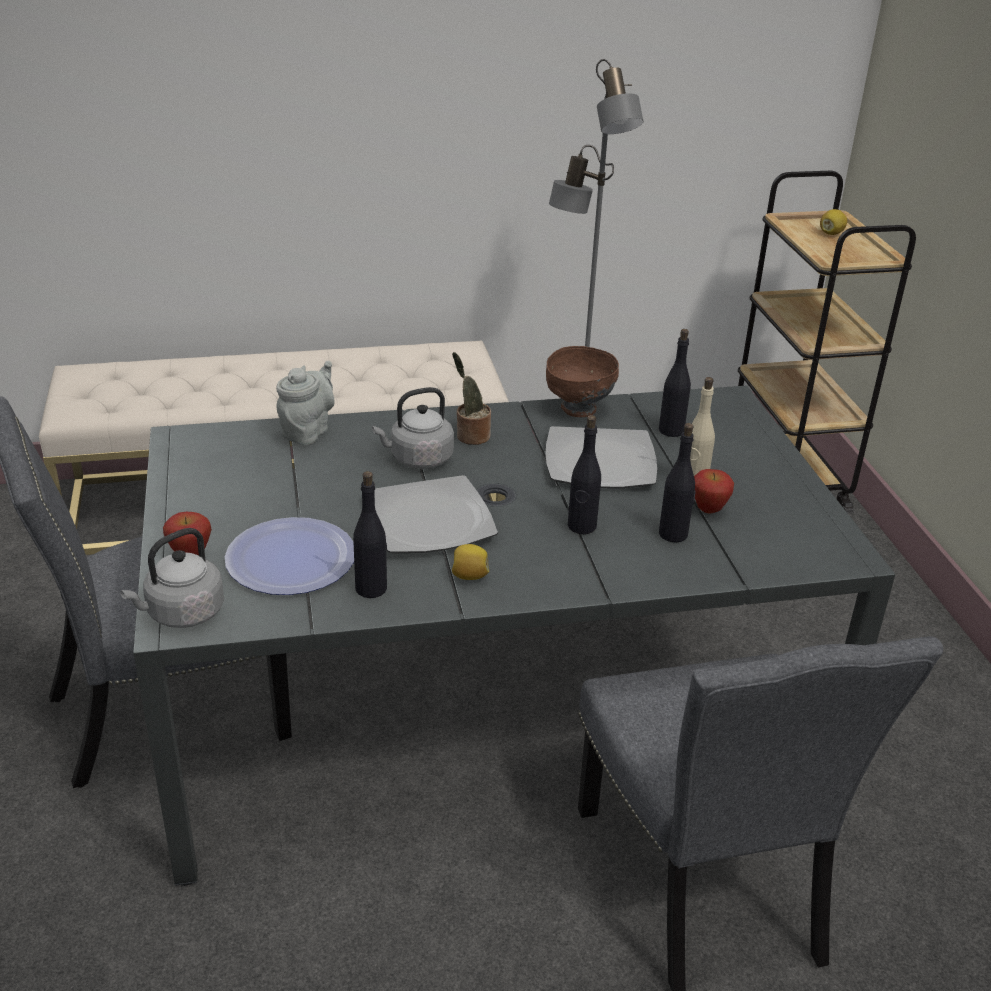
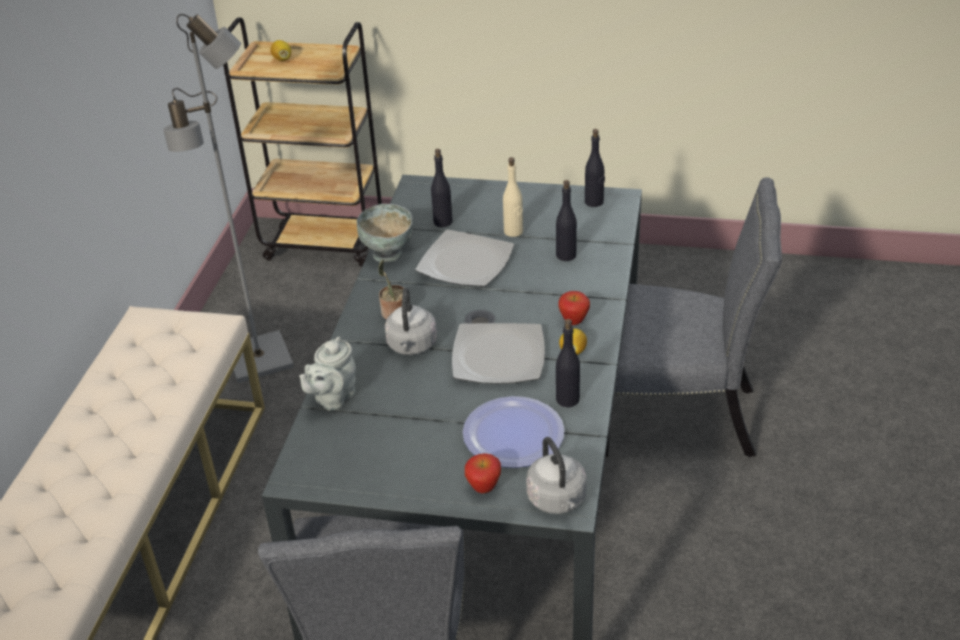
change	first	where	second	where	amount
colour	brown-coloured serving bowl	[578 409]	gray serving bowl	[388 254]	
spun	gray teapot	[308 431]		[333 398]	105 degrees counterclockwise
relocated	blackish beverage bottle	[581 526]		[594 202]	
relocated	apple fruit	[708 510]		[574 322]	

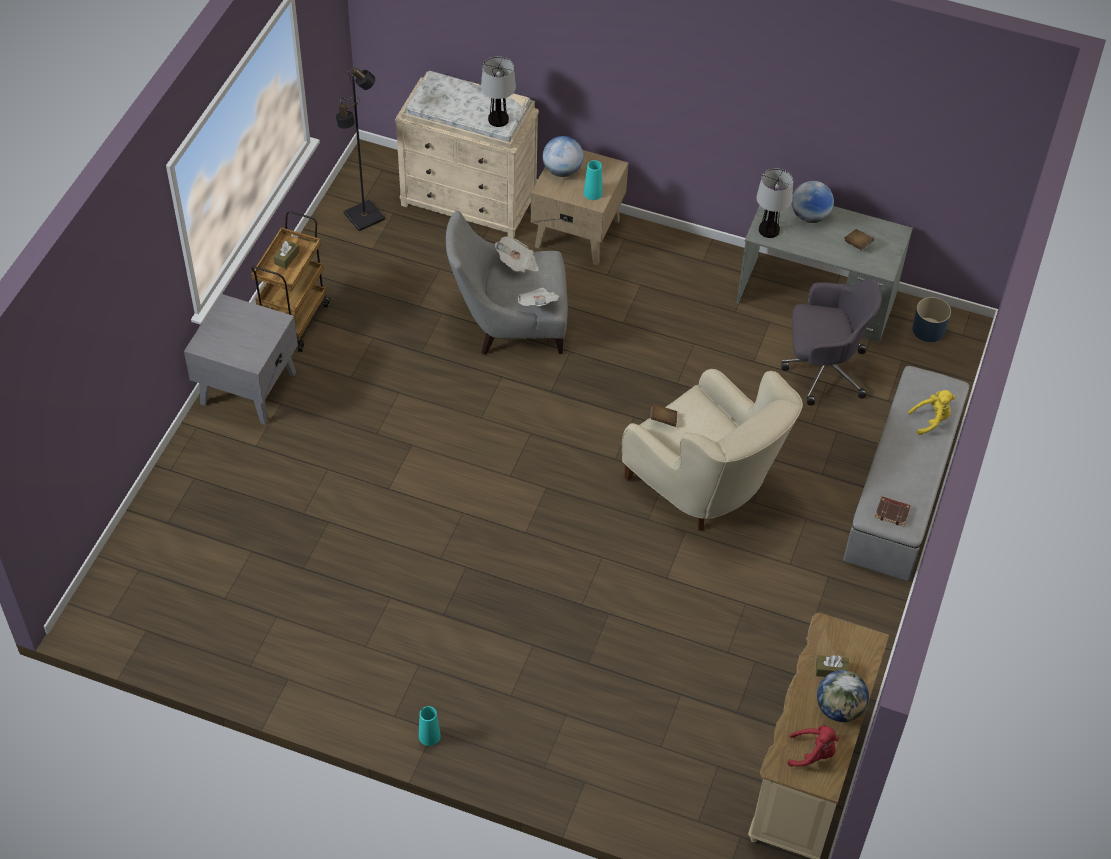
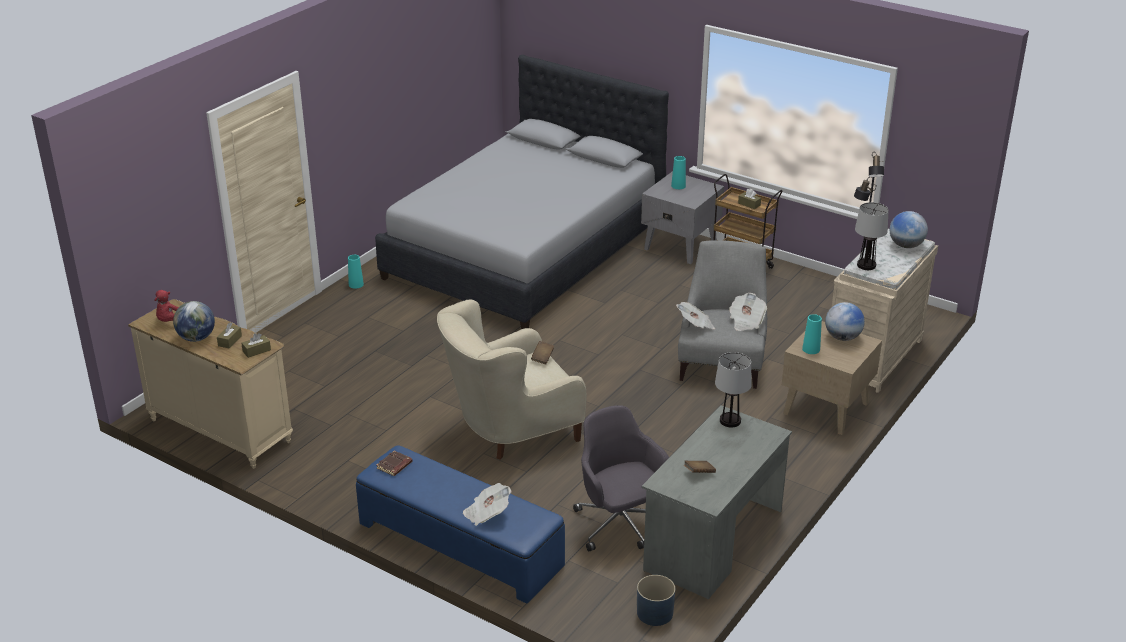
change	first	where	second	where	amount
relocated	world globe	[809 216]		[906 245]	
spun	gray desk chair	[822 369]		[620 525]	135 degrees clockwise
colour	gray indoor bench	[902 489]	blue indoor bench	[459 544]	
exchanged	yellowish cuddly toy	[931 420]	newspaper	[487 514]	
appeared			gray bed	[526 251]	
appeared			blue-green decorative vase	[678 186]	
appeared			brown-coloured tissue box	[256 351]	

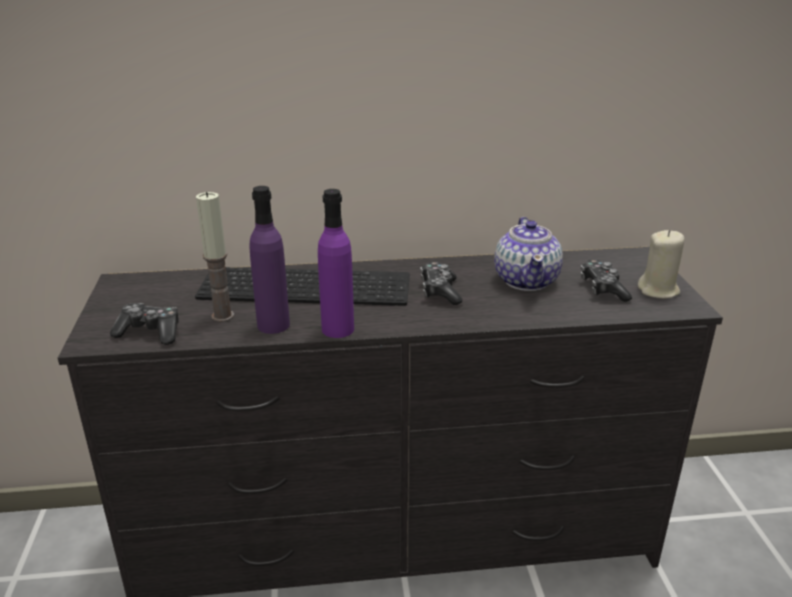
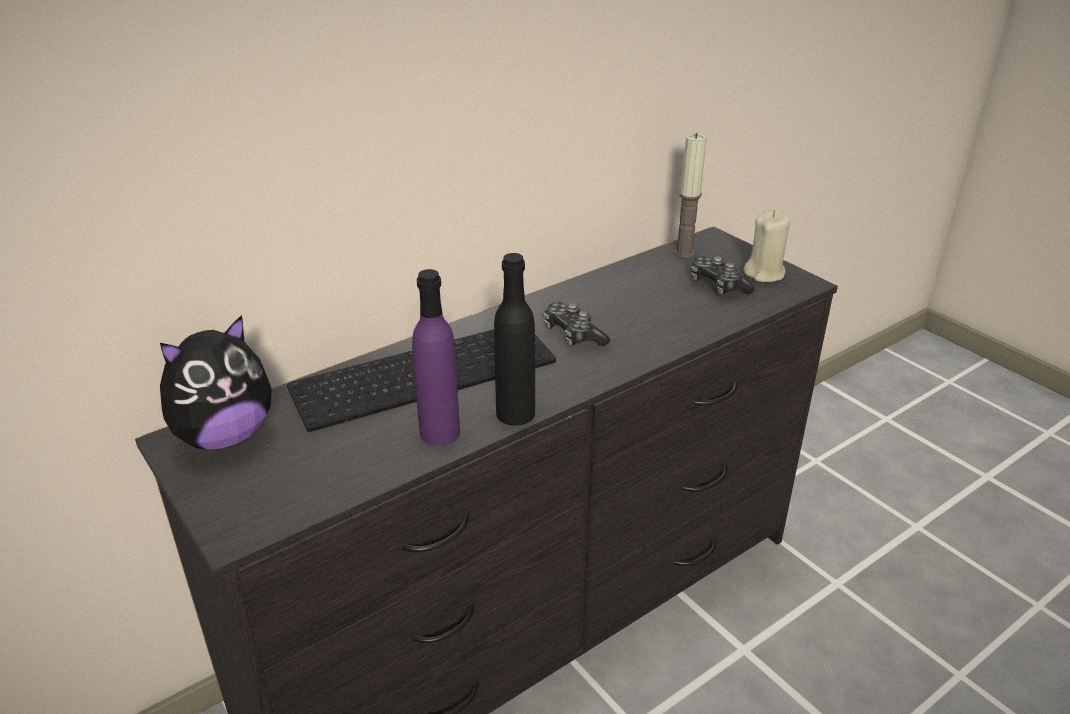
change	first	where	second	where	amount
colour	purplish beverage bottle	[338 329]	blackish beverage bottle	[515 413]	
relocated	wax light	[223 316]		[684 252]	
missing	teapot	[526 280]			
missing	game controller	[150 332]			
appeared			cuddly toy	[224 436]	

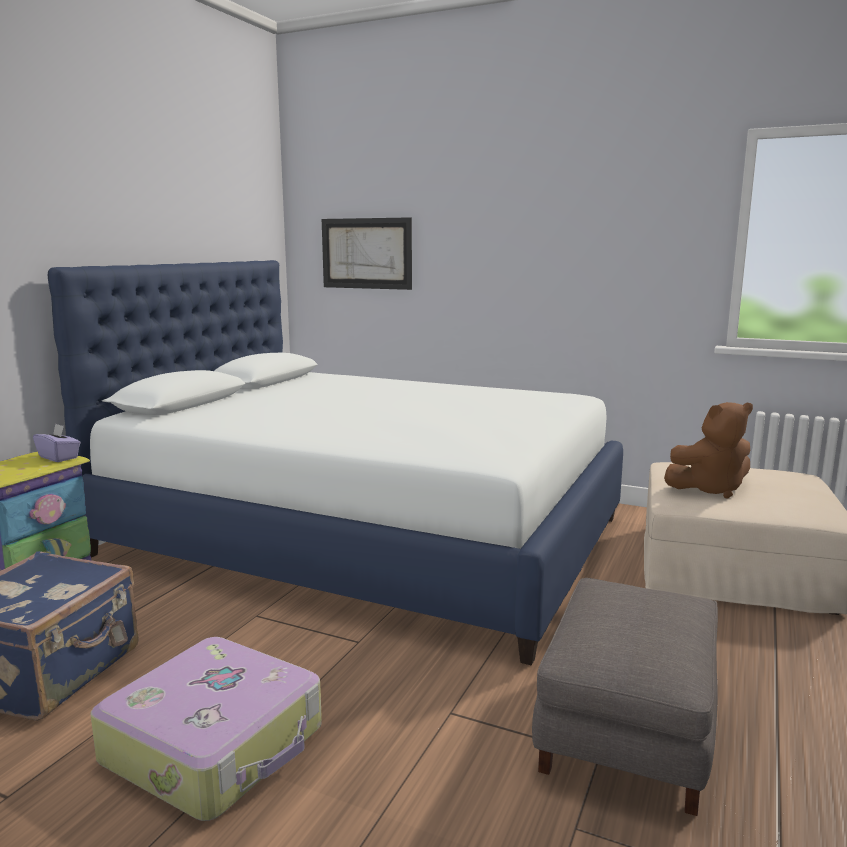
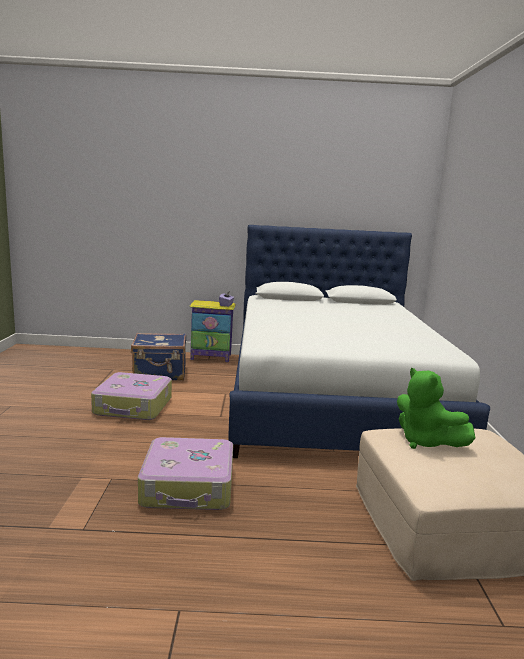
change	first	where	second	where	amount
missing	wall art	[366 253]			
colour	brown-coloured cuddly toy	[710 489]	green cuddly toy	[425 442]	
exchanged	gray footrest	[626 729]	piece of luggage	[189 487]	

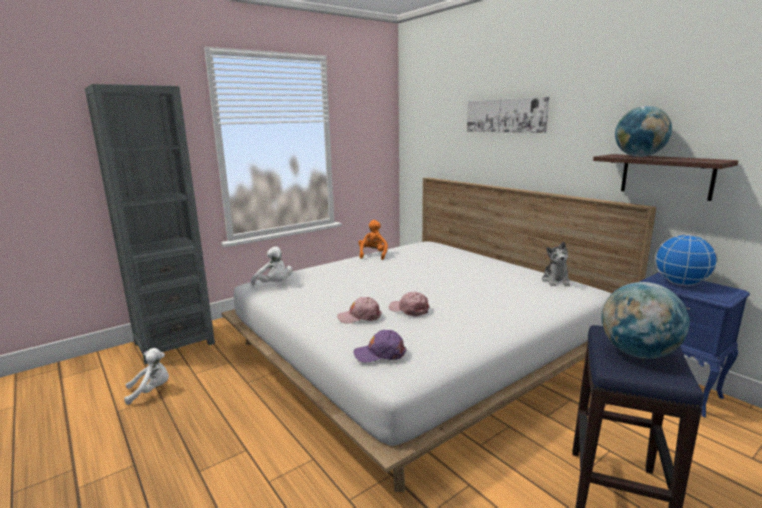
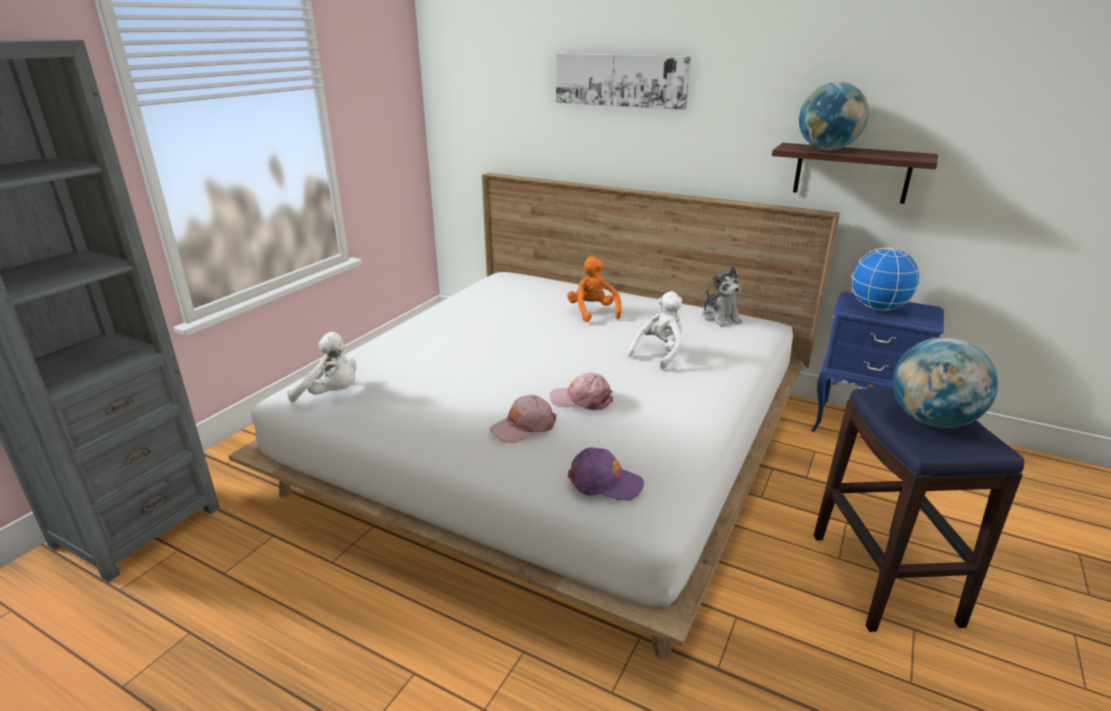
change	first	where	second	where	amount
relocated	orangey cuddly toy	[373 255]		[593 312]	
spun	purplish cap	[380 353]		[604 482]	135 degrees counterclockwise
relocated	whitish cuddly toy	[151 391]		[659 353]	

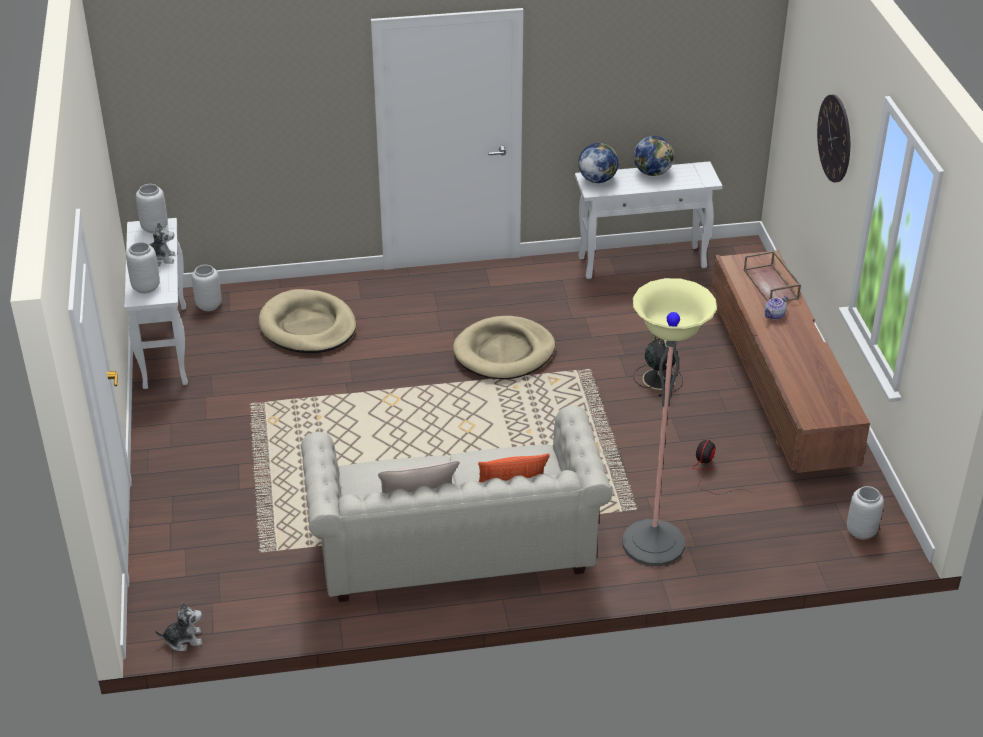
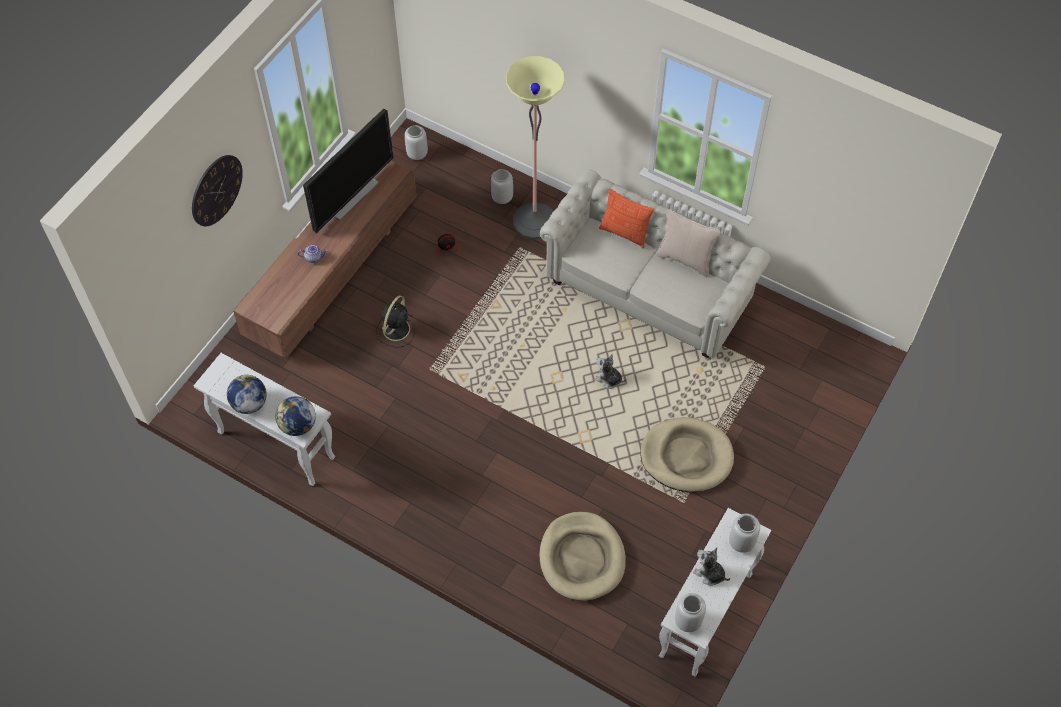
change	first	where	second	where	amount
missing	brown-coloured carrying tray	[771 284]			
relocated	gray decorative vase	[208 305]		[502 198]	
relocated	beige dog bed	[504 352]		[686 456]	
relocated	cuddly toy	[183 639]		[608 379]	
appeared			TV set	[352 196]	

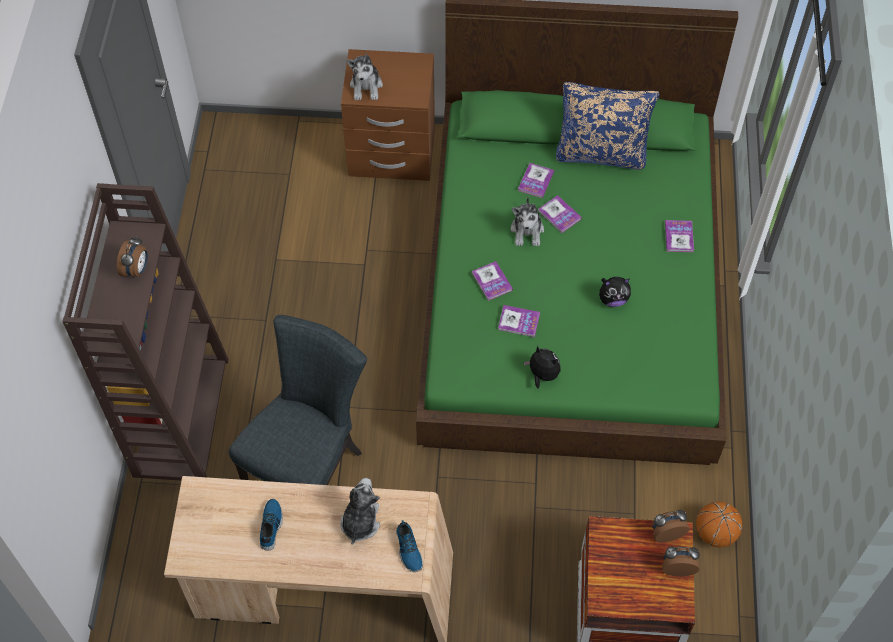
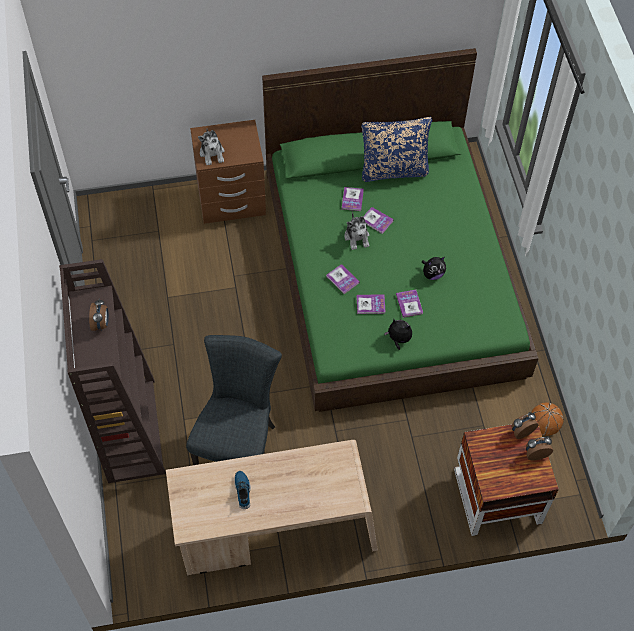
change	first	where	second	where	amount
relocated	volume	[679 237]		[409 304]	
missing	cuddly toy	[360 521]			
missing	low shoe	[408 549]			

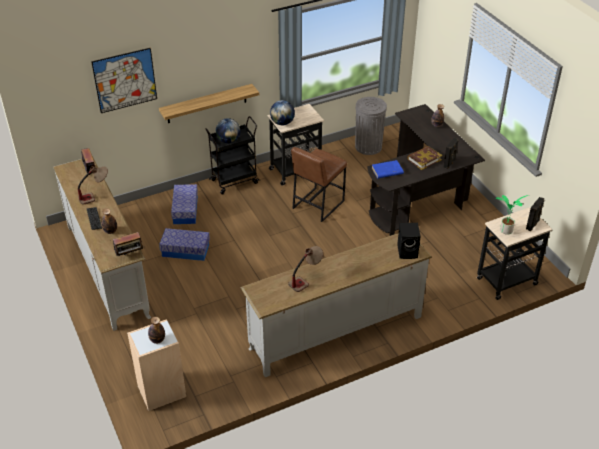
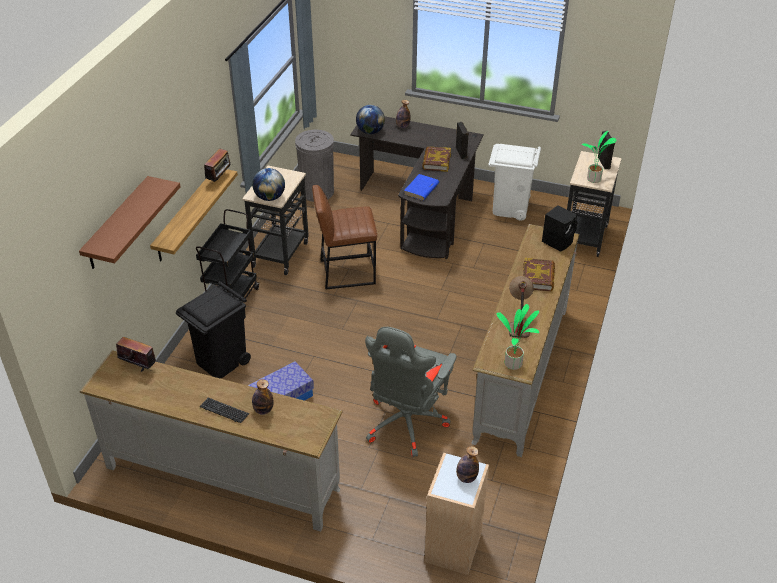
change	first	where	second	where	amount
exchanged	wall art	[125 80]	brown-coloured wall shelf	[117 224]	
relocated	world globe	[228 141]		[370 132]	
spun	brown-coloured chair	[317 205]		[346 272]	90 degrees clockwise
missing	tabletop lamp	[95 196]			
exchanged	storage container	[185 210]	blackish trash can	[221 361]	
relocated	radio	[130 255]		[219 179]	
appeared			whitish trash can	[510 208]	
appeared			volume	[538 277]	
appeared			potted plant	[514 363]	
appeared			gray desk chair	[409 418]	

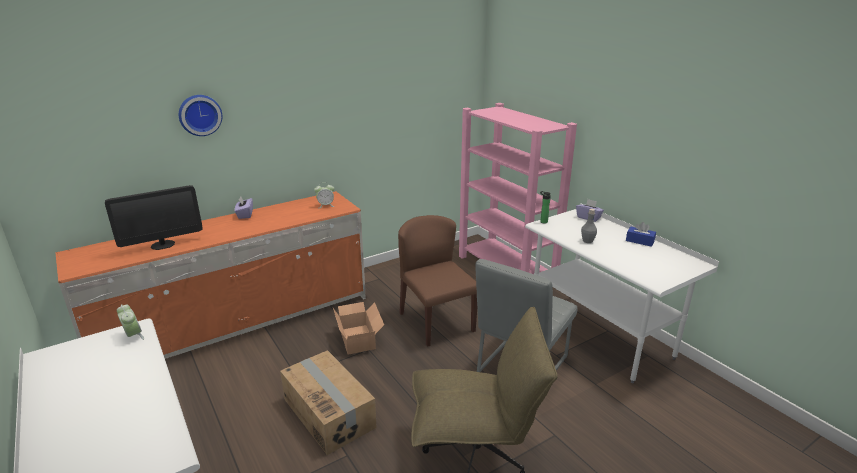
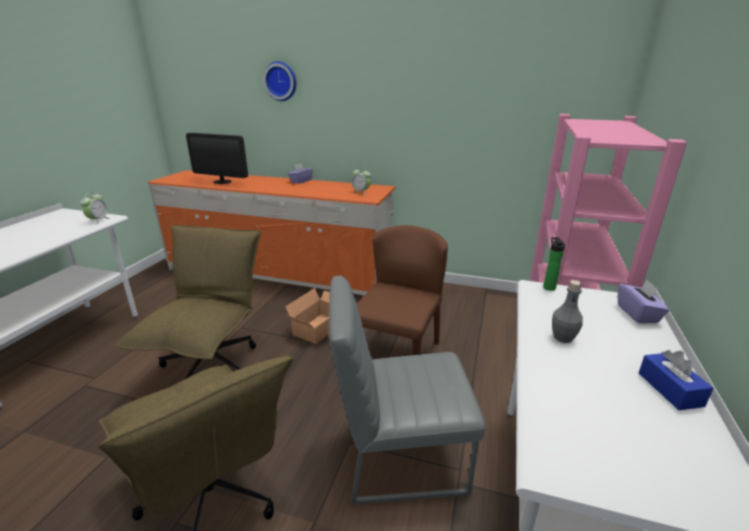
change	first	where	second	where	amount
exchanged	packing box	[329 413]	beige desk chair	[209 366]	

